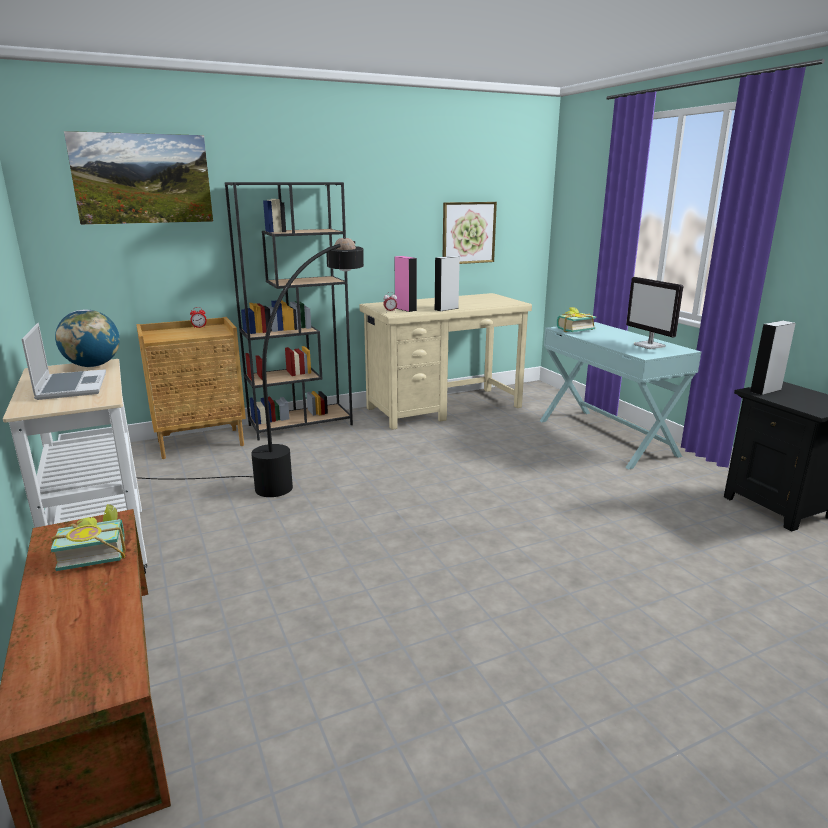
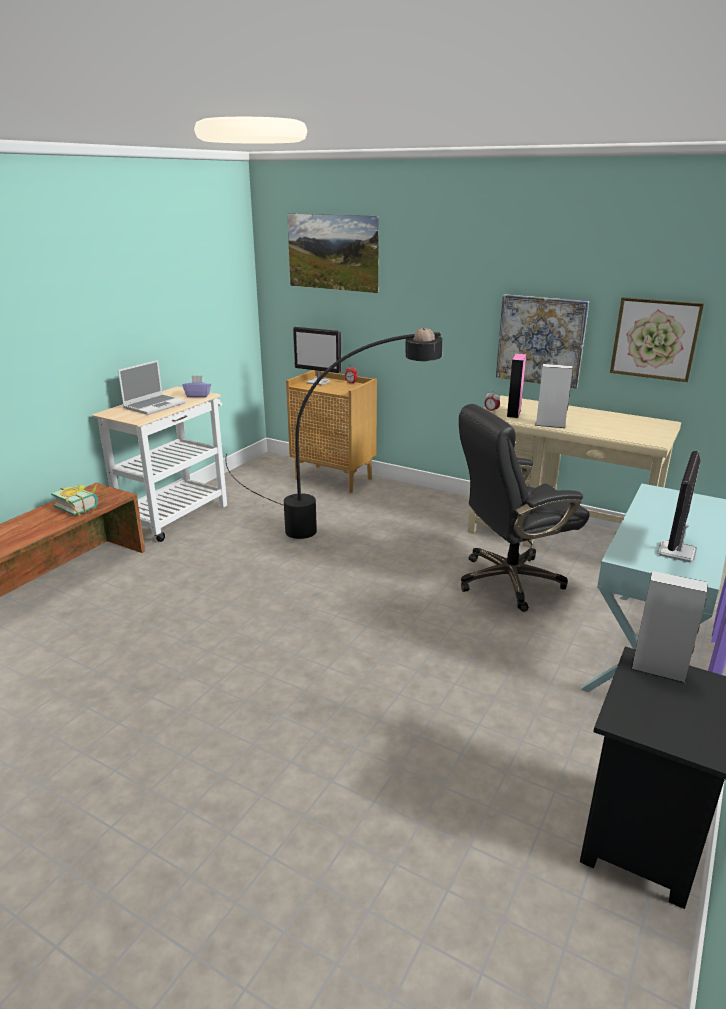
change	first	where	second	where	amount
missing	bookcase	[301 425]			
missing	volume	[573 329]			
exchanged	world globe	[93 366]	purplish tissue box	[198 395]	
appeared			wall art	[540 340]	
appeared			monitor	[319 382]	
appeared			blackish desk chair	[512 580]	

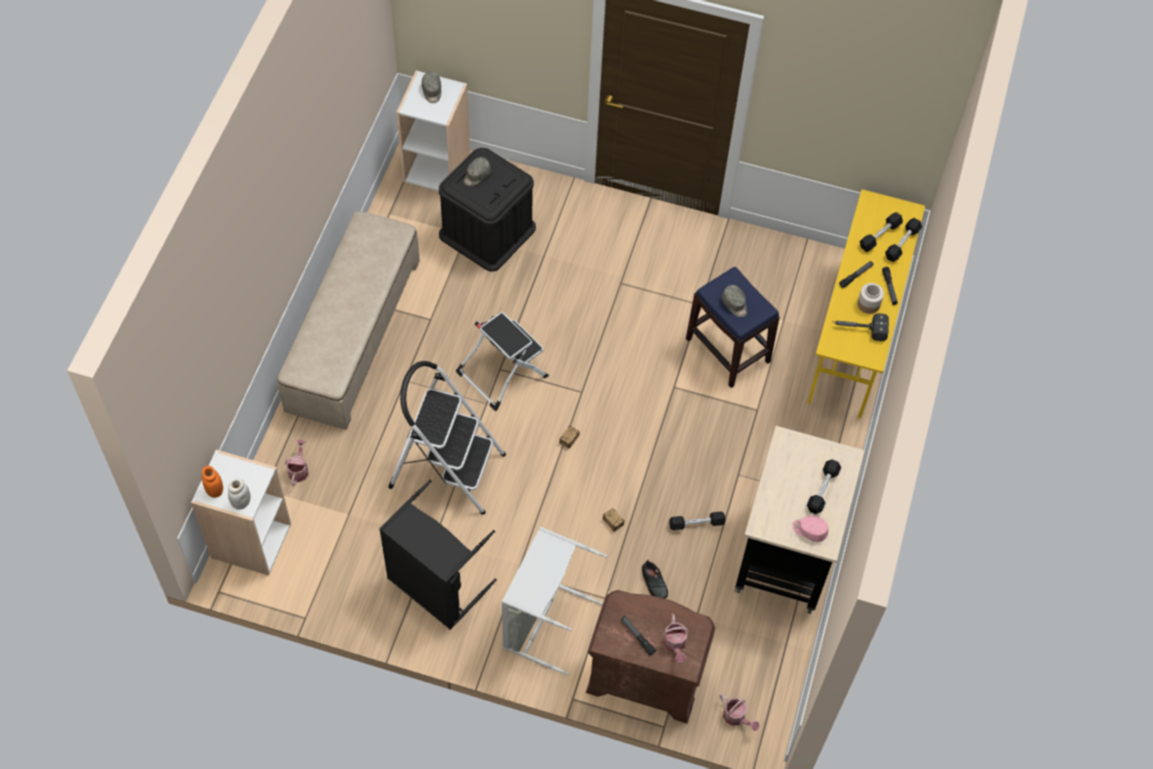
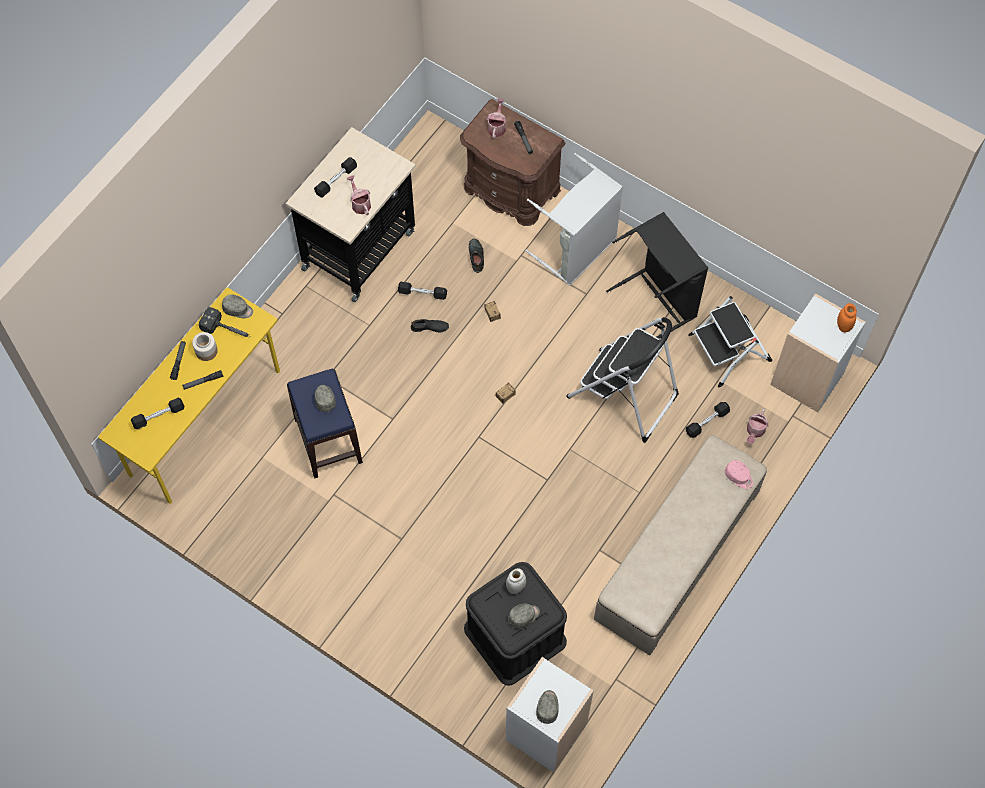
change	first	where	second	where	amount
relocated	blackish dumbbell	[902 243]		[707 422]	
relocated	step ladder	[502 371]		[729 350]	
relocated	whitish storage jar	[241 502]		[516 587]	
relocated	pink cap	[809 530]		[739 477]	
relocated	watering can	[736 717]		[360 203]	
appeared			gray cap	[238 310]	
appeared			blackish low shoe	[429 328]	

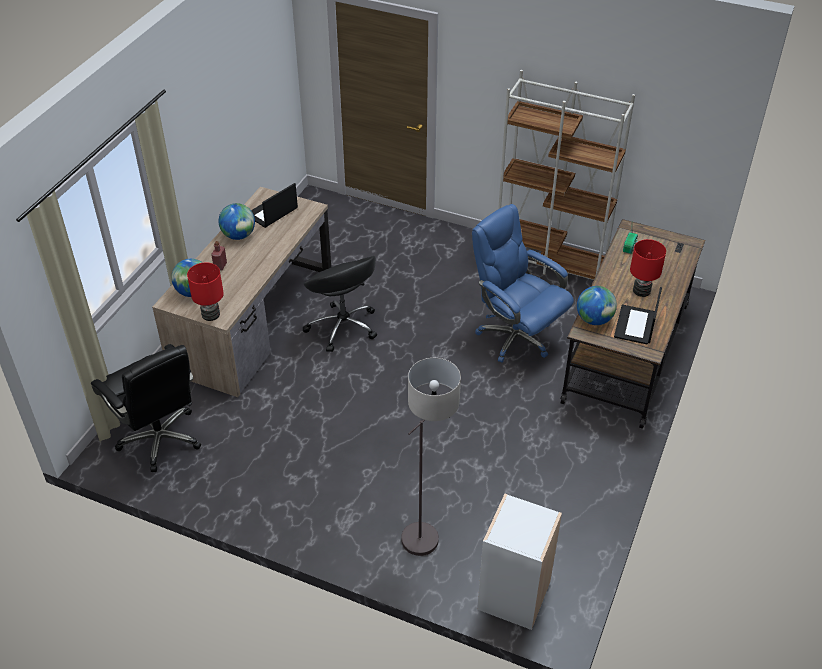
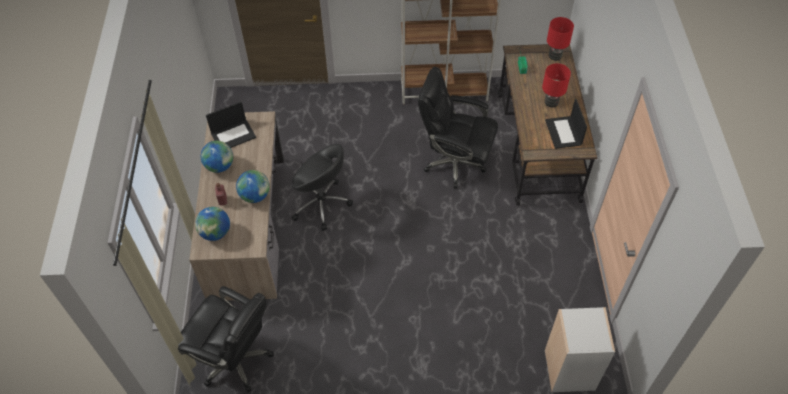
change	first	where	second	where	amount
spun	notebook computer	[271 212]		[233 135]	135 degrees counterclockwise
colour	blue desk chair	[516 338]	blackish desk chair	[456 164]	
relocated	red-coloured tabletop lamp	[210 314]		[555 55]	
relocated	world globe	[594 319]		[255 196]	
missing	gray floor lamp	[427 532]			

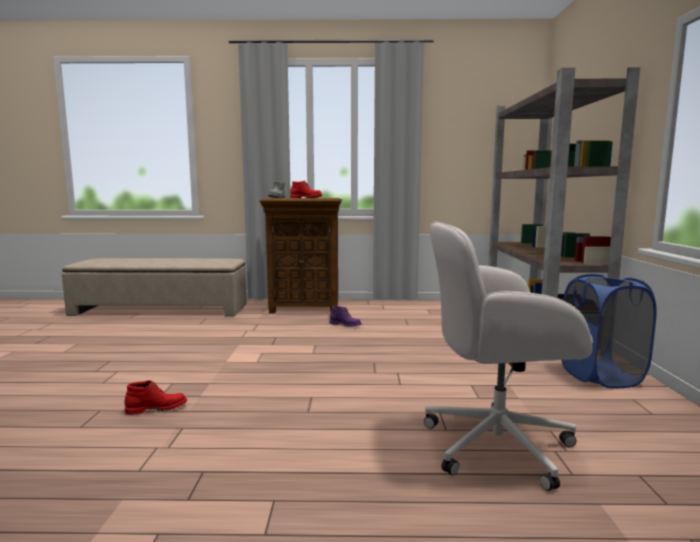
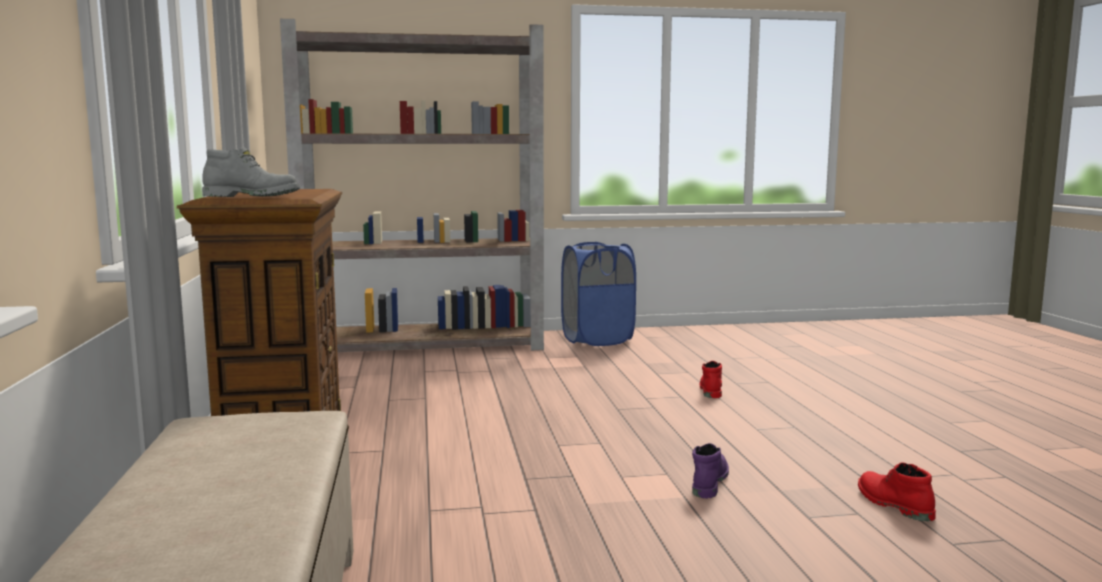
change	first	where	second	where	amount
relocated	red-coloured high-top boot	[306 198]		[710 390]	
missing	whitish desk chair	[497 446]			
relocated	purplish high-top boot	[345 325]		[708 482]	

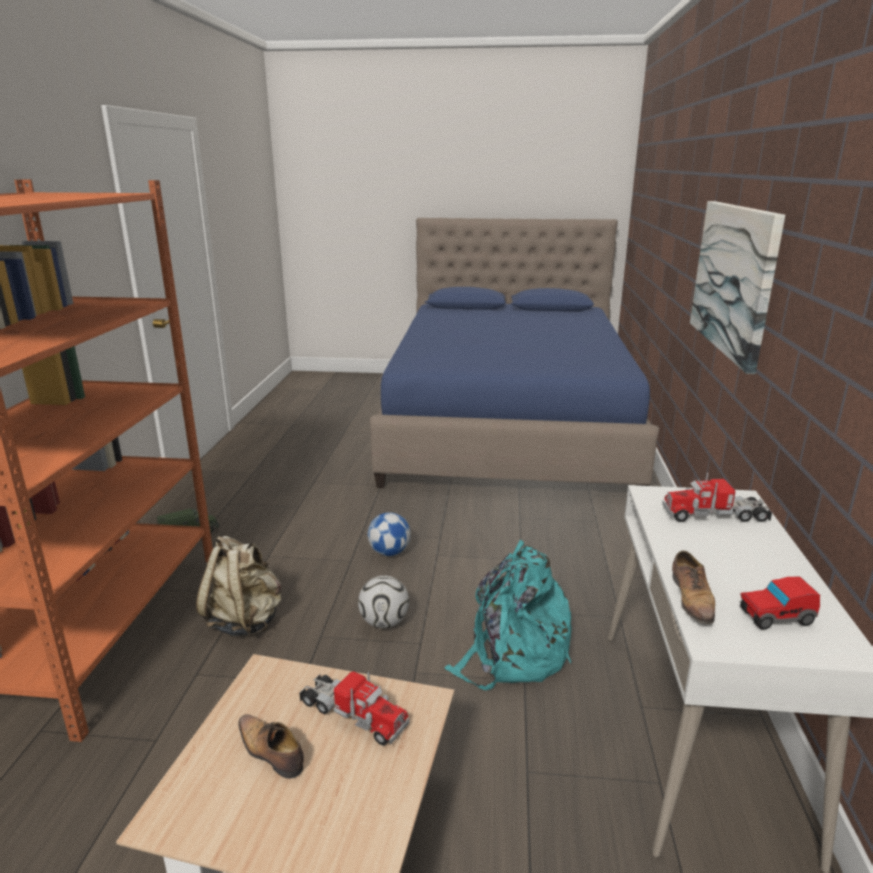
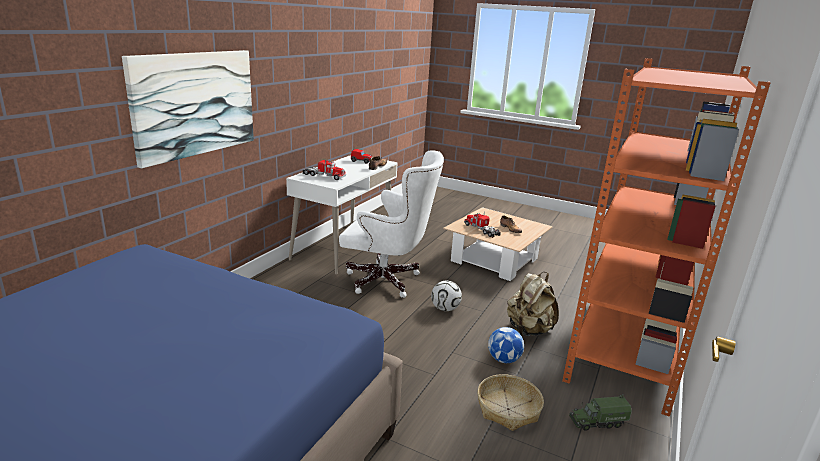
change	first	where	second	where	amount
relocated	ball for football	[389 552]		[503 359]	
exchanged	blue-green rucksack	[512 653]	whitish desk chair	[388 281]	
appeared			household basket	[508 409]	

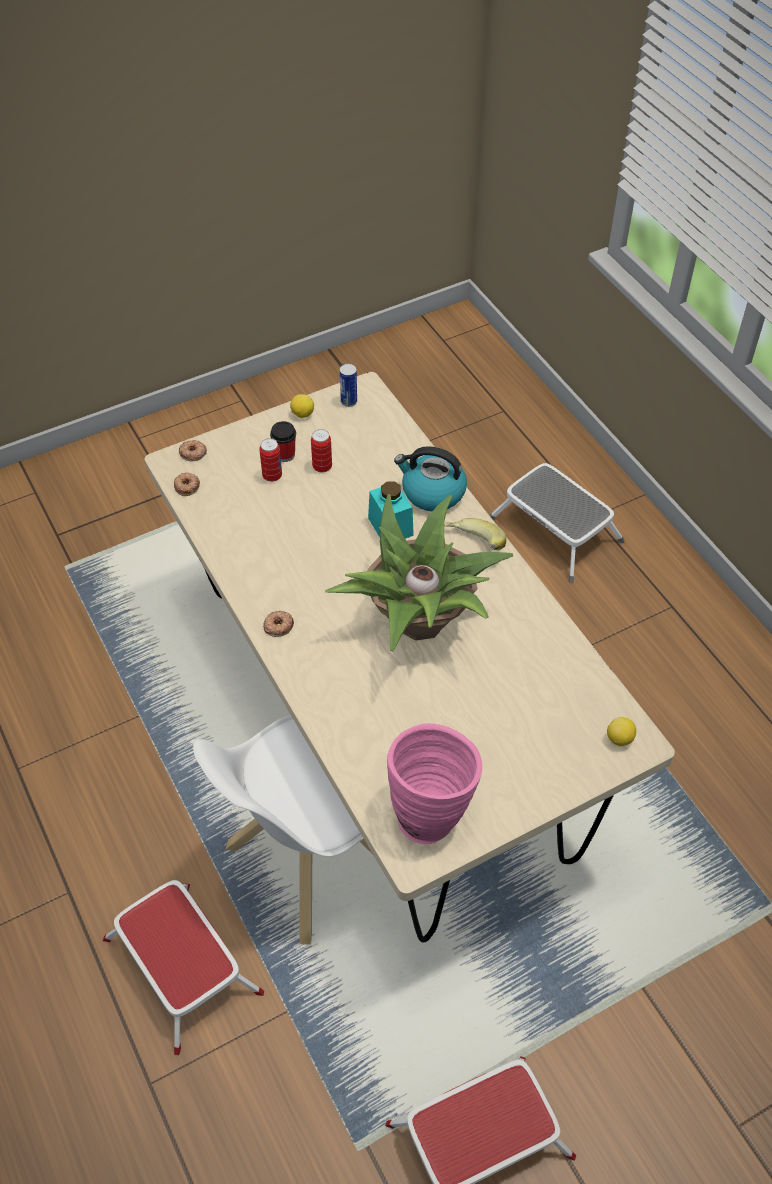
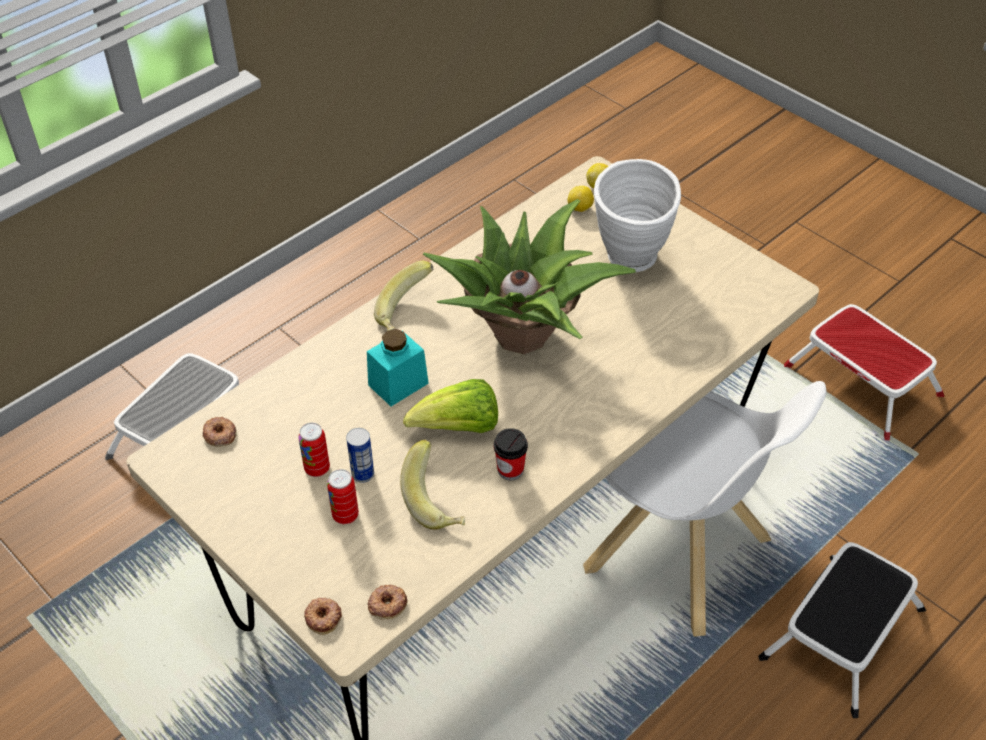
change	first	where	second	where	amount
relocated	sealed can	[349 401]		[363 474]	
relocated	lemon	[302 414]		[580 209]	
relocated	drinking cup	[285 454]		[510 470]	
missing	tea kettle	[432 492]			
relocated	donut	[278 625]		[219 434]	
missing	pink decorative vase	[430 812]			
colour	red-coloured step ladder	[183 965]	blackish step ladder	[842 633]	
appeared			whitish decorative vase	[631 264]	
appeared			lettuce	[459 428]	
appeared			whole banana	[437 502]	

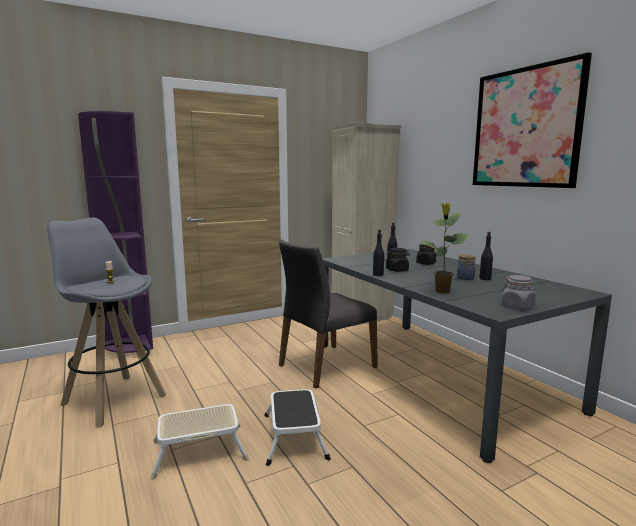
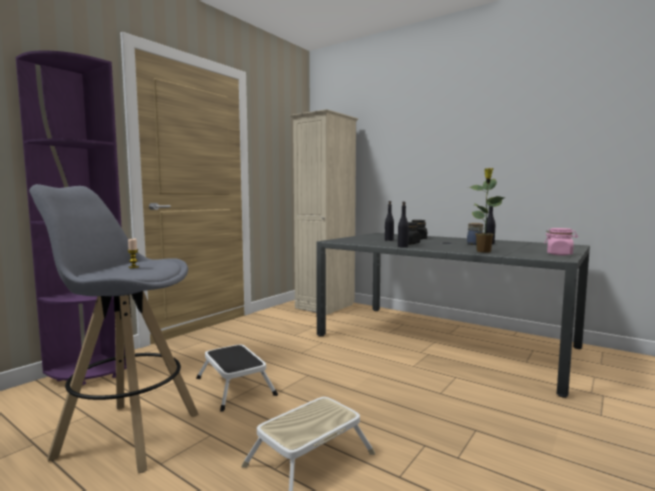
change	first	where	second	where	amount
missing	wall art	[525 128]			
missing	gray chair	[325 366]			
colour	gray storage jar	[517 306]	pink storage jar	[559 254]	
relocated	blackish step ladder	[295 436]		[235 386]	

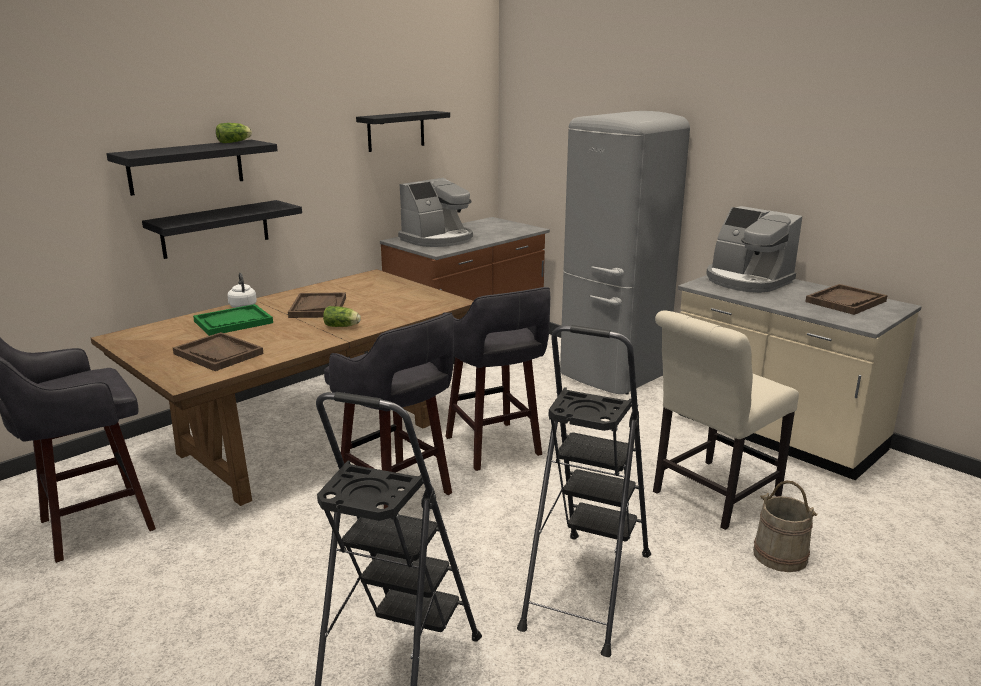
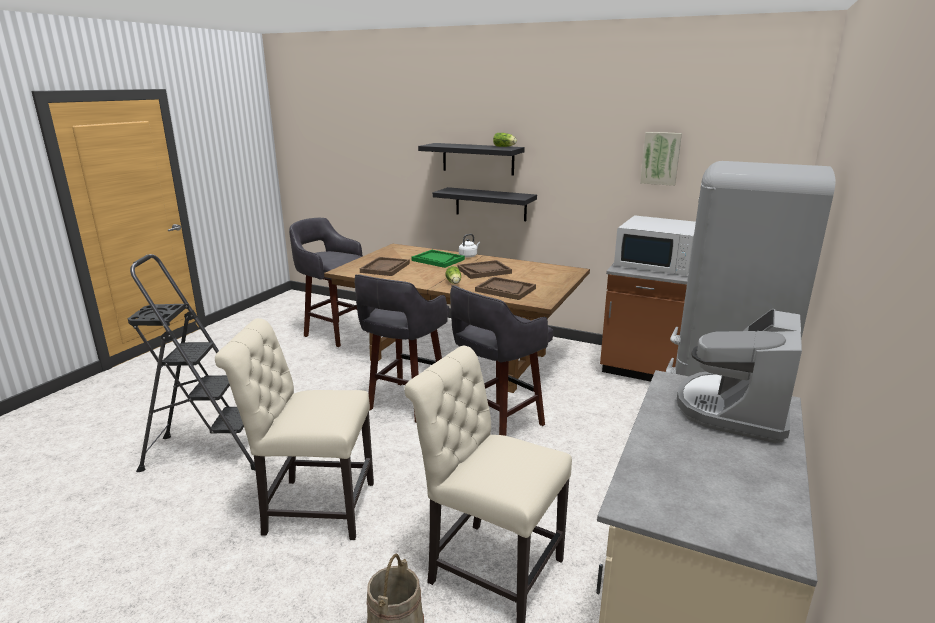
change	first	where	second	where	amount
exchanged	blackish wall shelf	[396 131]	wall art	[660 158]	
exchanged	coffee maker	[438 239]	whitish microwave	[657 263]	
relocated	brown-coloured carrying tray	[845 301]		[505 290]	
exchanged	step ladder	[587 590]	beige chair	[312 507]	

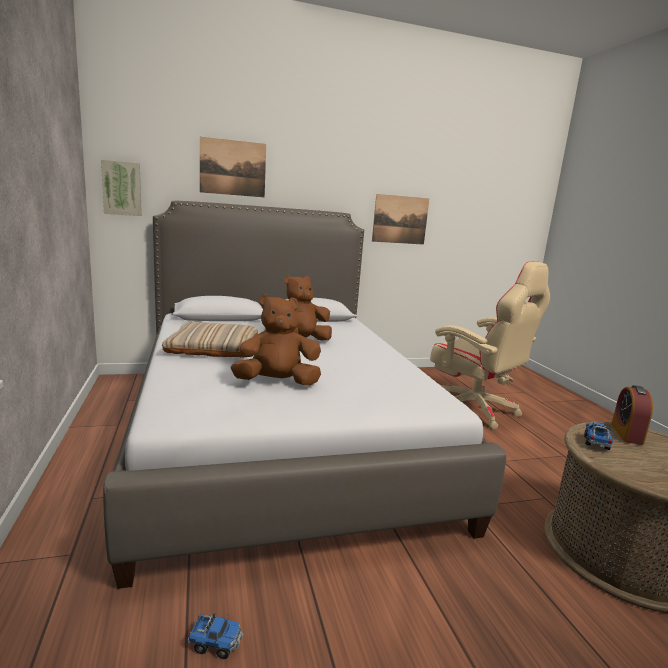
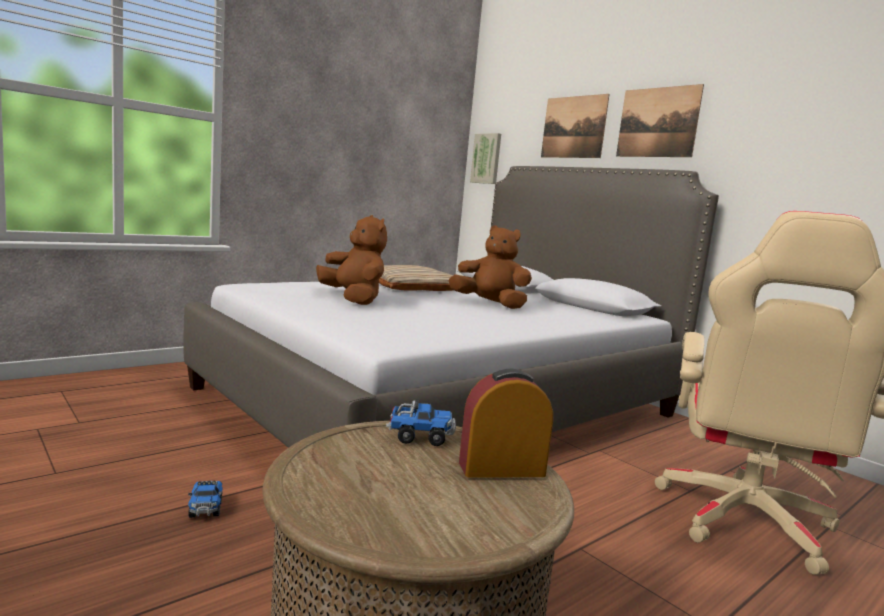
change	first	where	second	where	amount
relocated	wall art	[400 219]		[657 122]	
relocated	toy truck	[215 643]		[205 509]	

